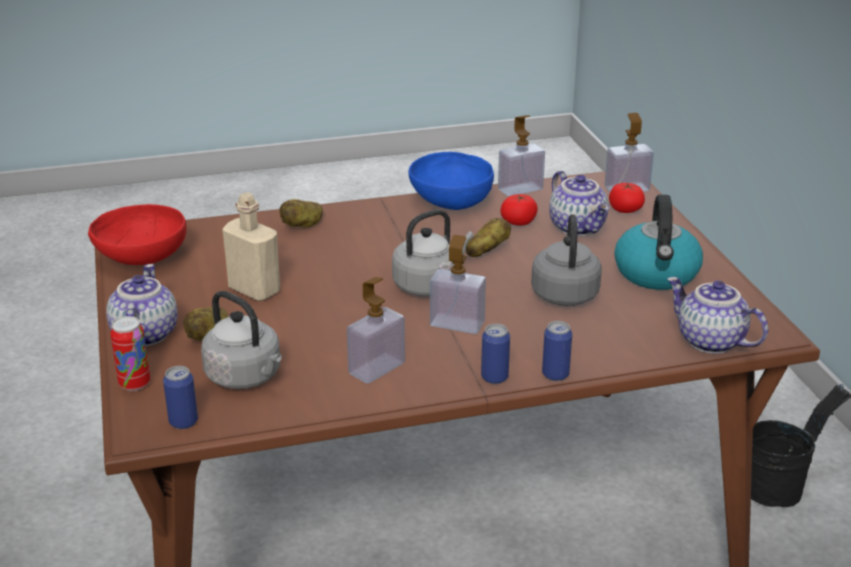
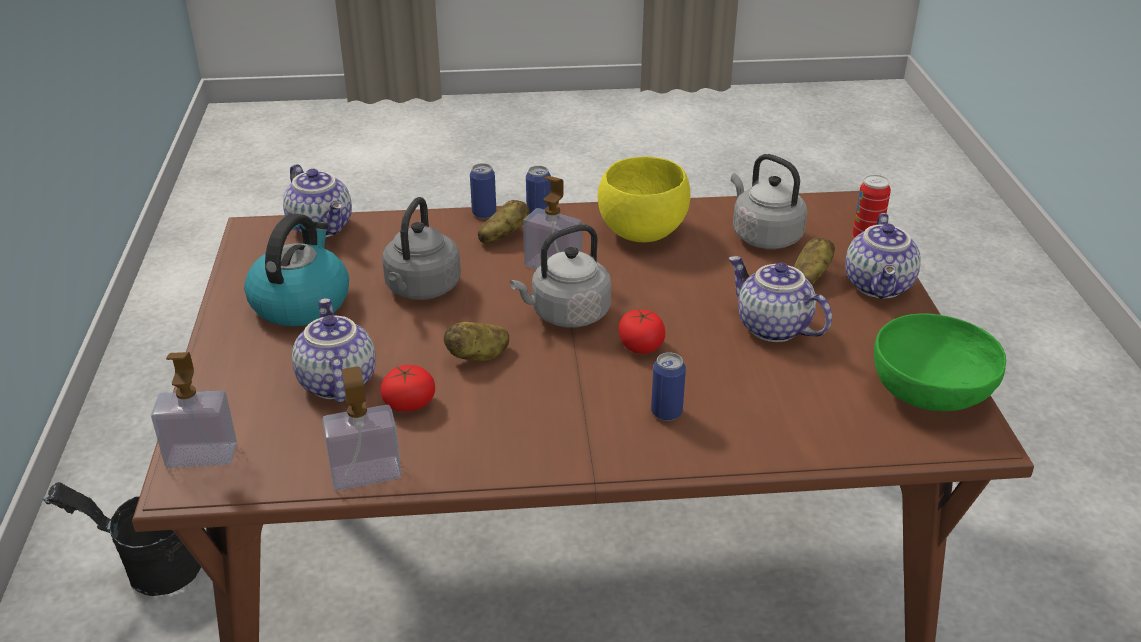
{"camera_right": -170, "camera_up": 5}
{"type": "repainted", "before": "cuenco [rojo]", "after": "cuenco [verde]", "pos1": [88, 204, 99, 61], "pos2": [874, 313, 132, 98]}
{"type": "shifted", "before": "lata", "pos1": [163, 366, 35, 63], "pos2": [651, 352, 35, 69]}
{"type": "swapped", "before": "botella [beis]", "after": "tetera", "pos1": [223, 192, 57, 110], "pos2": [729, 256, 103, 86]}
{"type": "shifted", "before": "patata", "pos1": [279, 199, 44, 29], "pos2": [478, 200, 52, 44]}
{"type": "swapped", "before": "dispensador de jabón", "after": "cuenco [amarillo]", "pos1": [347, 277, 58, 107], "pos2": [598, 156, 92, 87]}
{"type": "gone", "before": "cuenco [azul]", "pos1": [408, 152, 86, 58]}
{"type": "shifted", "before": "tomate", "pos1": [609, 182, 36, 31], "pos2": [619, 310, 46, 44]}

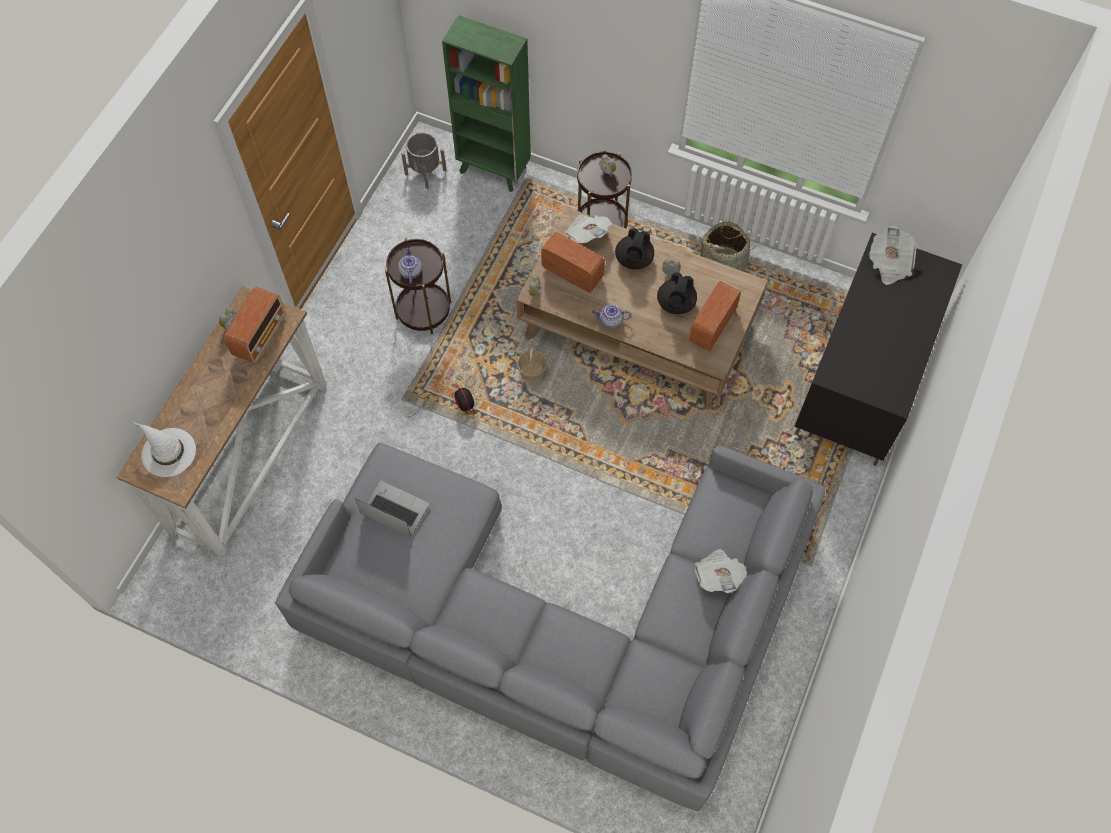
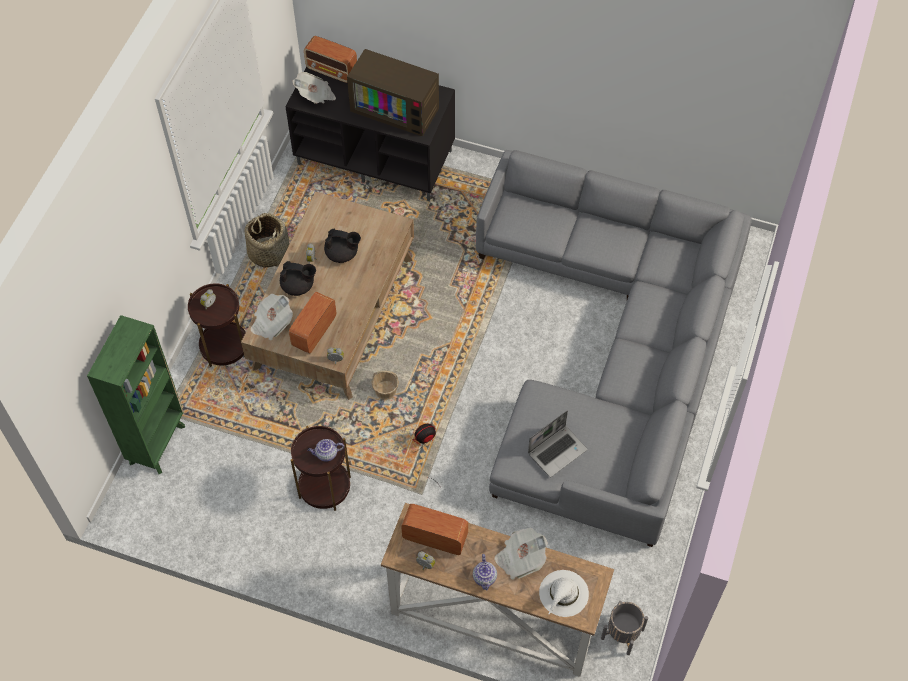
{"camera_right": -95, "camera_up": -5}
{"type": "rotated", "before": "portátil", "pos1": [355, 481, 74, 56], "pos2": [528, 411, 59, 66], "turn": -150}
{"type": "shifted", "before": "maceta [gris]", "pos1": [401, 132, 45, 57], "pos2": [601, 601, 47, 54]}
{"type": "shifted", "before": "tetera", "pos1": [592, 304, 39, 24], "pos2": [473, 554, 24, 37]}
{"type": "shifted", "before": "radio", "pos1": [689, 281, 52, 70], "pos2": [304, 36, 53, 47]}
{"type": "shifted", "before": "periódico", "pos1": [694, 549, 53, 44], "pos2": [494, 528, 54, 52]}
{"type": "new", "after": "televisor", "pos2": [347, 49, 92, 88]}

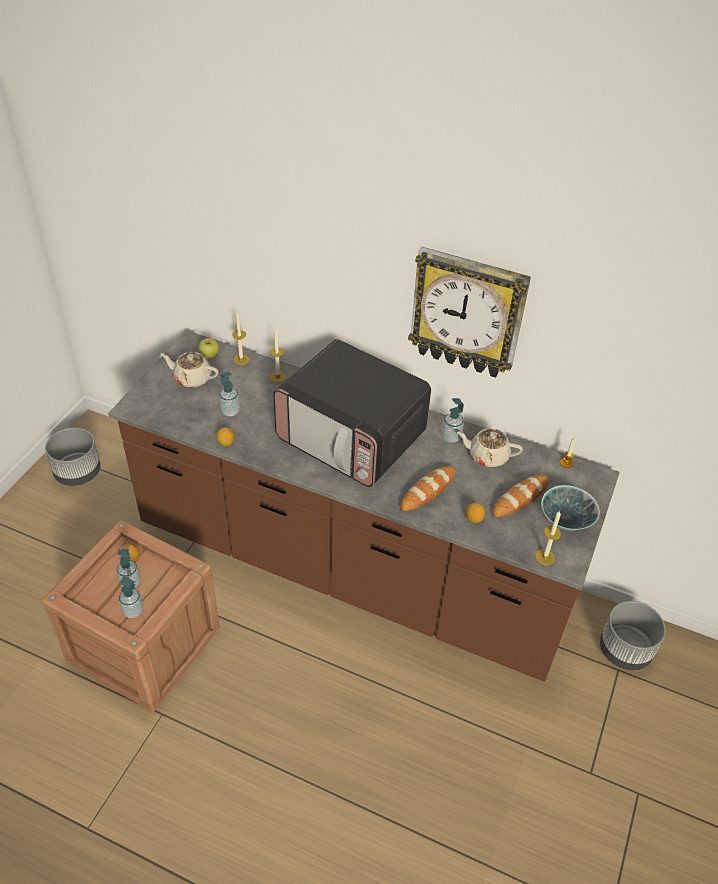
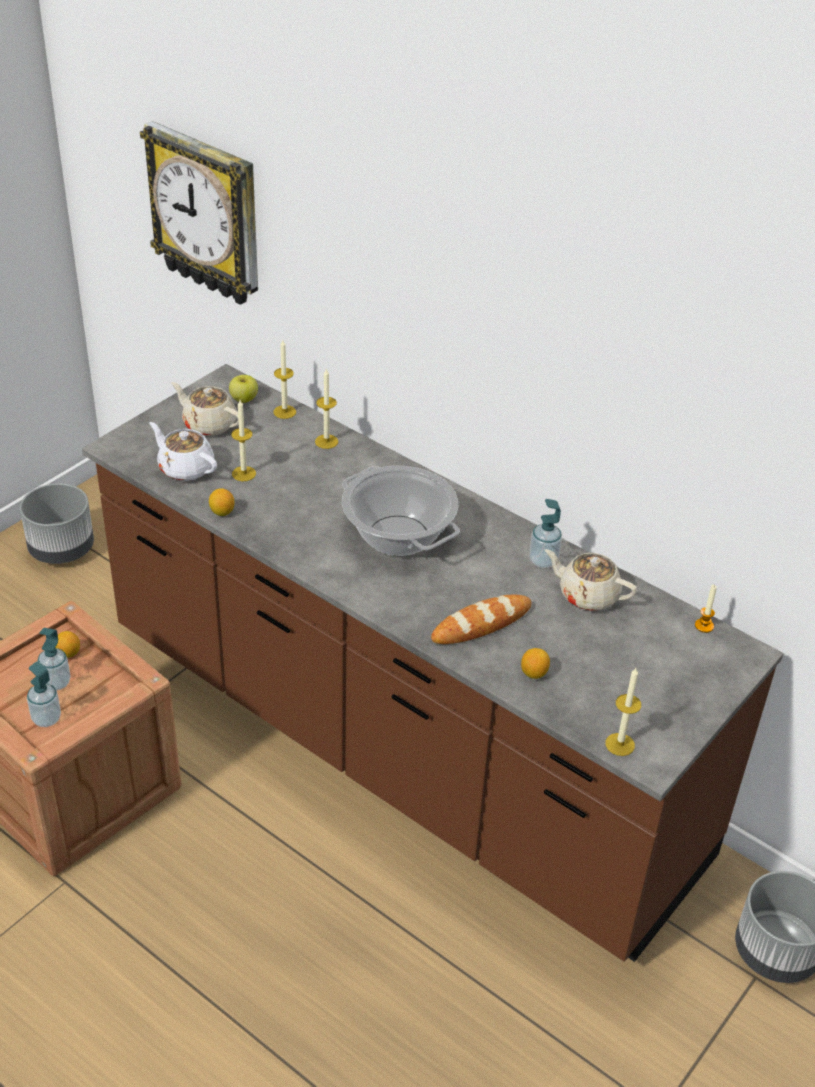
{"camera_right": 15, "camera_up": -5}
{"type": "swapped", "before": "dispensador de jabón", "after": "vela", "pos1": [219, 372, 21, 44], "pos2": [231, 400, 25, 81]}
{"type": "swapped", "before": "microondas", "after": "olla", "pos1": [273, 339, 158, 148], "pos2": [342, 466, 118, 90]}
{"type": "shifted", "before": "reloj de pared", "pos1": [408, 247, 123, 131], "pos2": [140, 121, 118, 184]}
{"type": "gone", "before": "pan", "pos1": [492, 475, 57, 42]}
{"type": "gone", "before": "cuenco", "pos1": [541, 485, 59, 46]}
{"type": "new", "after": "tetera [blanco]", "pos2": [149, 422, 68, 59]}

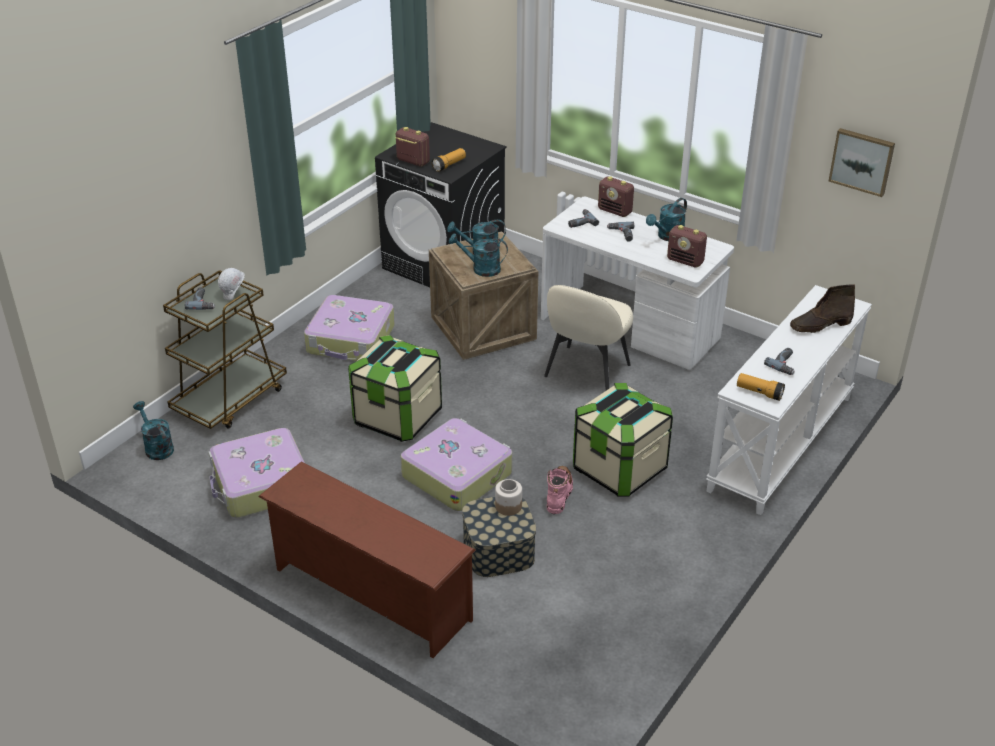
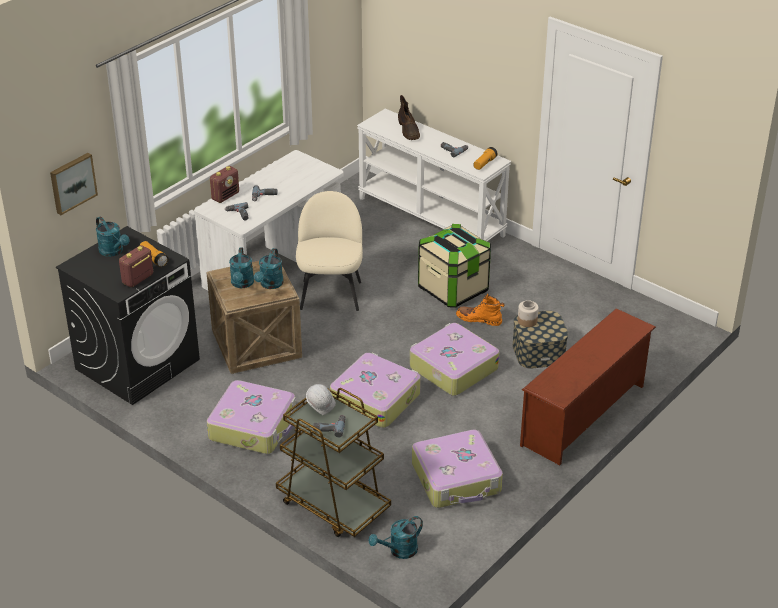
{"camera_right": -85, "camera_up": 0}
{"type": "swapped", "before": "caja de almacenaje", "after": "maleta", "pos1": [348, 335, 94, 107], "pos2": [330, 353, 91, 75]}
{"type": "rotated", "before": "silla [beis]", "pos1": [544, 285, 89, 105], "pos2": [296, 191, 67, 120], "turn": -120}
{"type": "repainted", "before": "bota [rosa]", "after": "bota [naranja]", "pos1": [546, 466, 27, 48], "pos2": [456, 294, 49, 32]}
{"type": "shifted", "before": "regadera [turquesa]", "pos1": [646, 198, 41, 43], "pos2": [96, 216, 34, 41]}
{"type": "gone", "before": "radio", "pos1": [667, 225, 40, 43]}
{"type": "shifted", "before": "cuadro", "pos1": [828, 128, 67, 69], "pos2": [50, 153, 48, 62]}

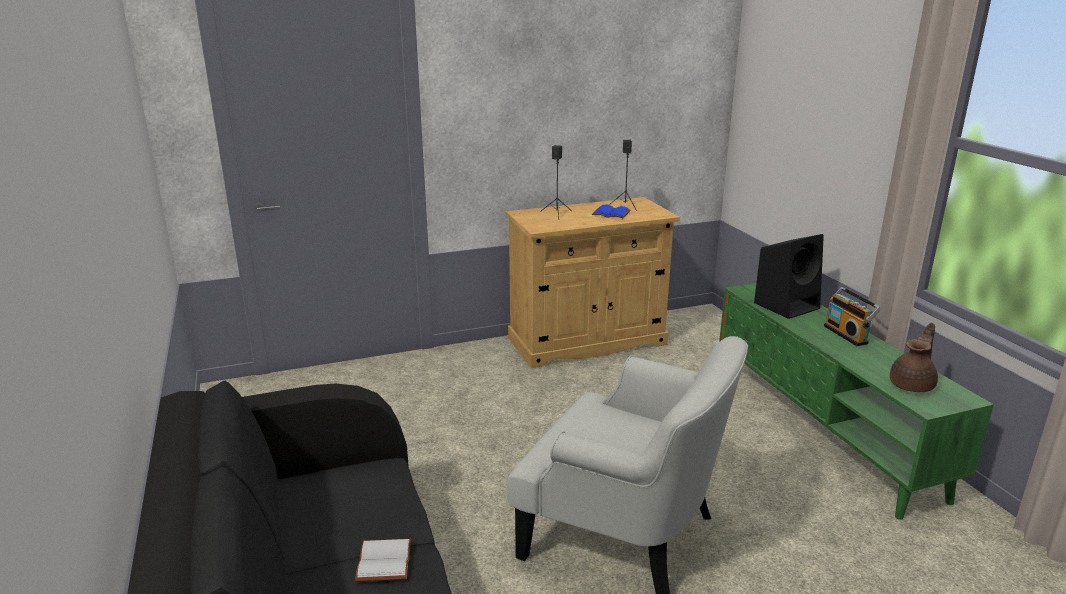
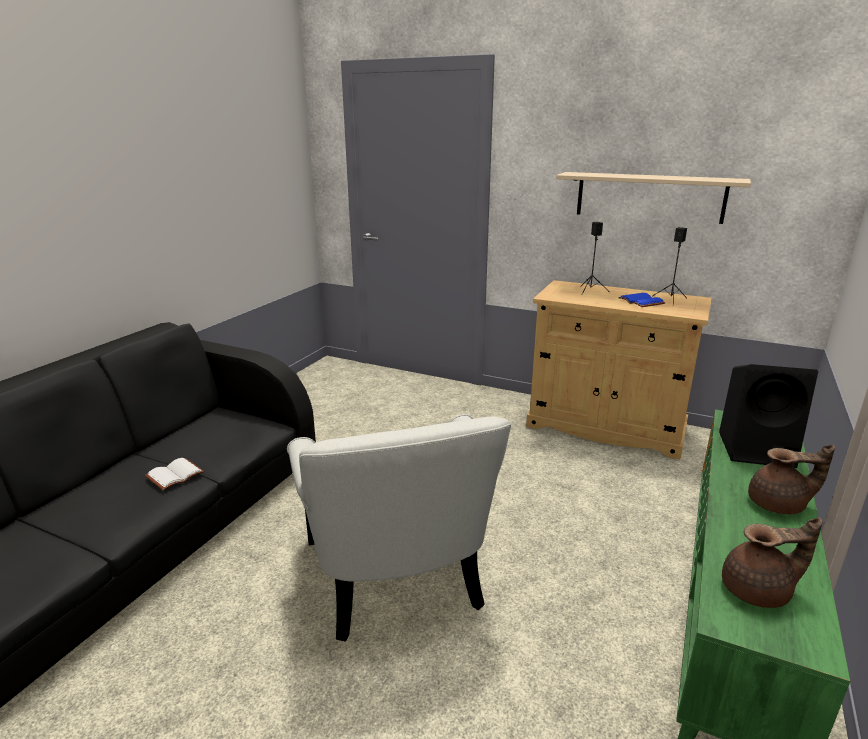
{"camera_right": 45, "camera_up": 0}
{"type": "swapped", "before": "radio", "after": "tetera [marrón]", "pos1": [824, 287, 57, 59], "pos2": [748, 444, 87, 70]}
{"type": "new", "after": "estante [beis]", "pos2": [556, 172, 195, 52]}

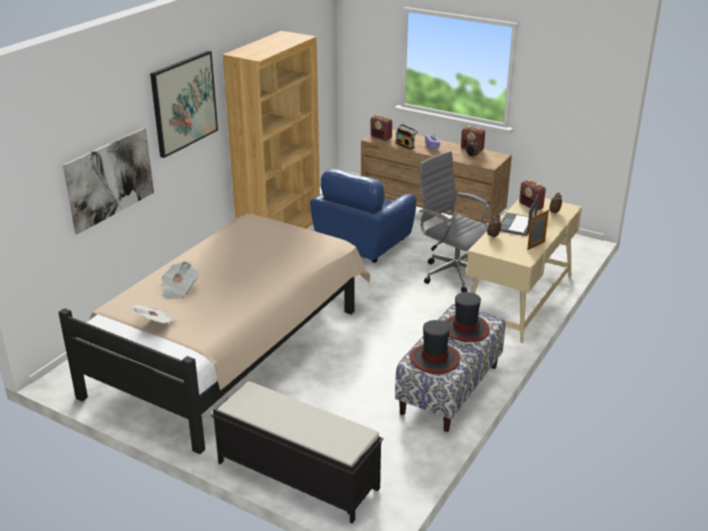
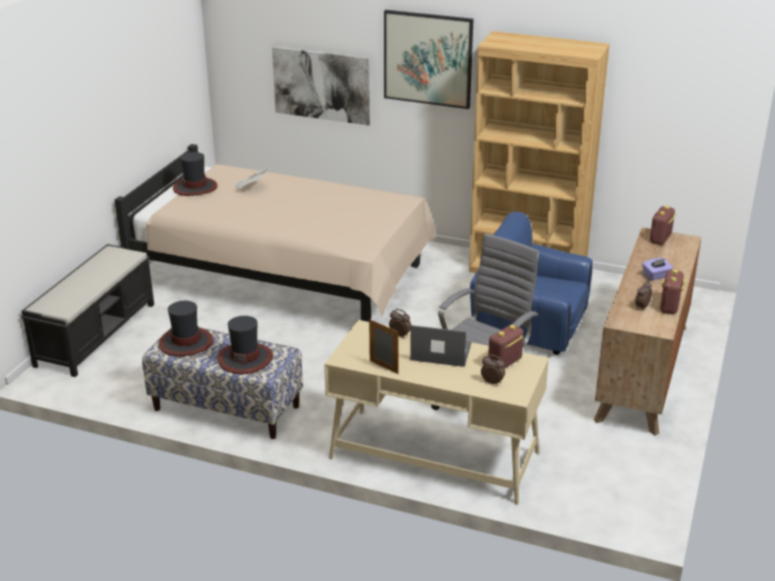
{"camera_right": 80, "camera_up": 0}
{"type": "swapped", "before": "periódico", "after": "sombrero", "pos1": [131, 304, 47, 19], "pos2": [173, 152, 44, 44]}
{"type": "gone", "before": "radio", "pos1": [395, 124, 23, 26]}

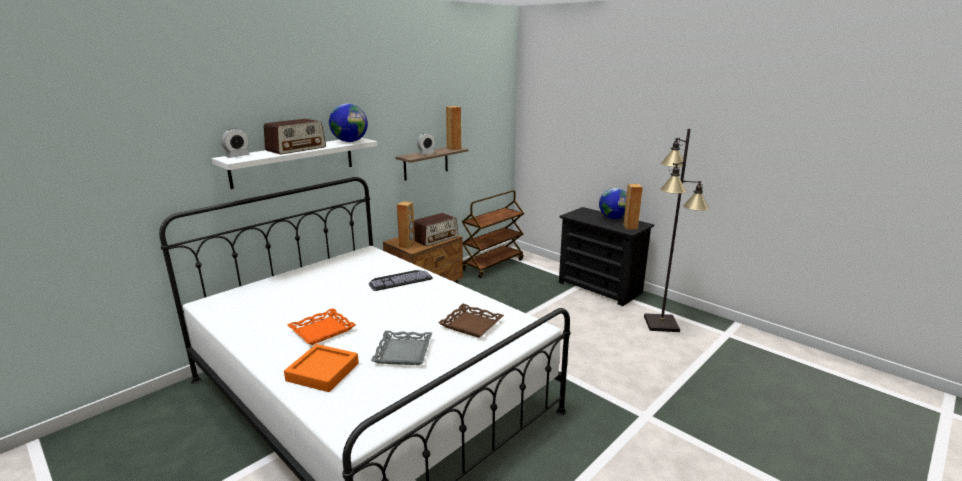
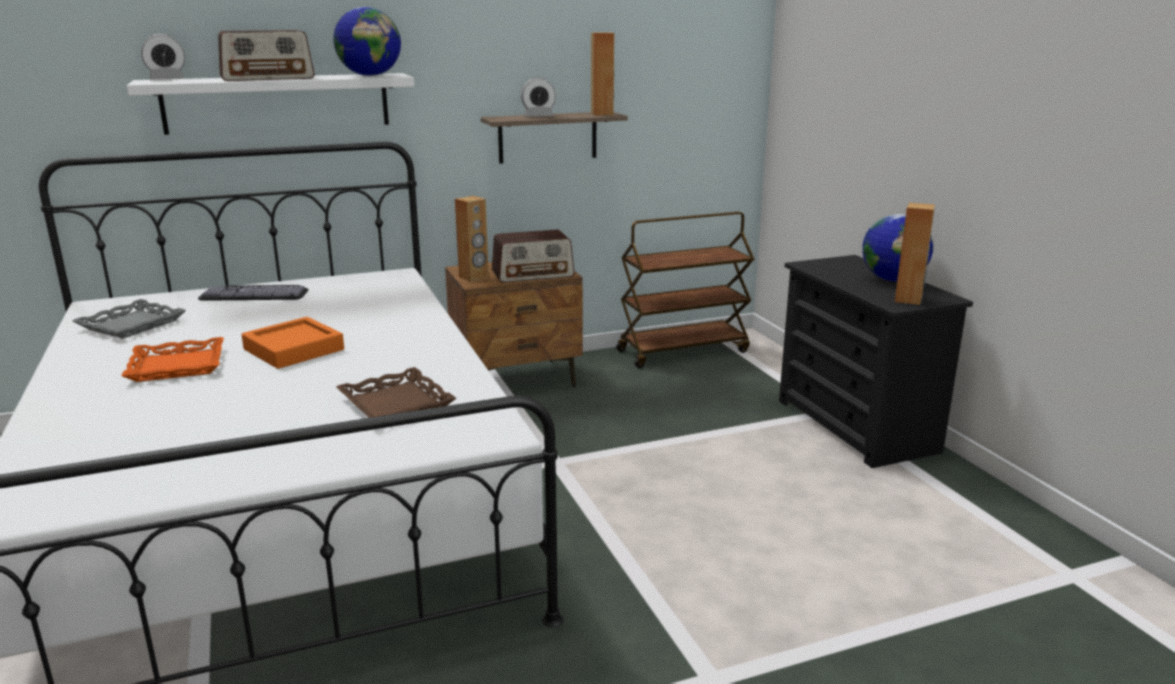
{"camera_right": 25, "camera_up": 0}
{"type": "shifted", "before": "bandeja [naranja]", "pos1": [284, 344, 75, 48], "pos2": [241, 317, 103, 52]}
{"type": "shifted", "before": "teclado", "pos1": [369, 270, 64, 21], "pos2": [198, 285, 111, 16]}
{"type": "shifted", "before": "bandeja [gris]", "pos1": [371, 331, 61, 34], "pos2": [73, 299, 113, 40]}
{"type": "gone", "before": "lámpara de pie [negro]", "pos1": [644, 129, 65, 203]}

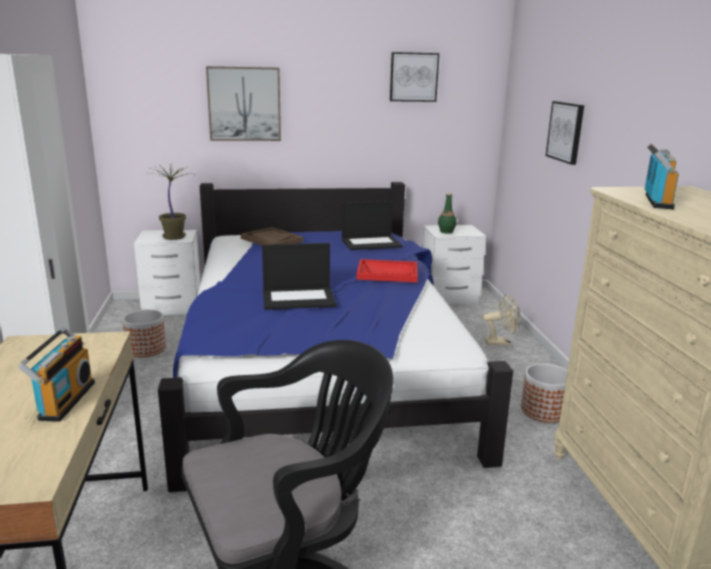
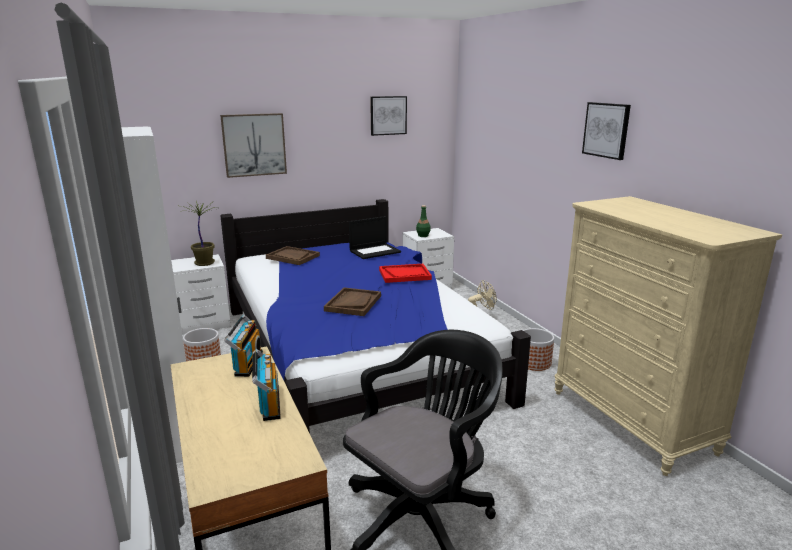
{"camera_right": -15, "camera_up": 0}
{"type": "swapped", "before": "portátil", "after": "bandeja [marrón]", "pos1": [262, 243, 74, 67], "pos2": [324, 287, 57, 29]}
{"type": "shifted", "before": "cuadro", "pos1": [546, 101, 38, 64], "pos2": [582, 102, 49, 58]}
{"type": "shifted", "before": "radio", "pos1": [645, 144, 34, 65], "pos2": [224, 315, 39, 62]}

